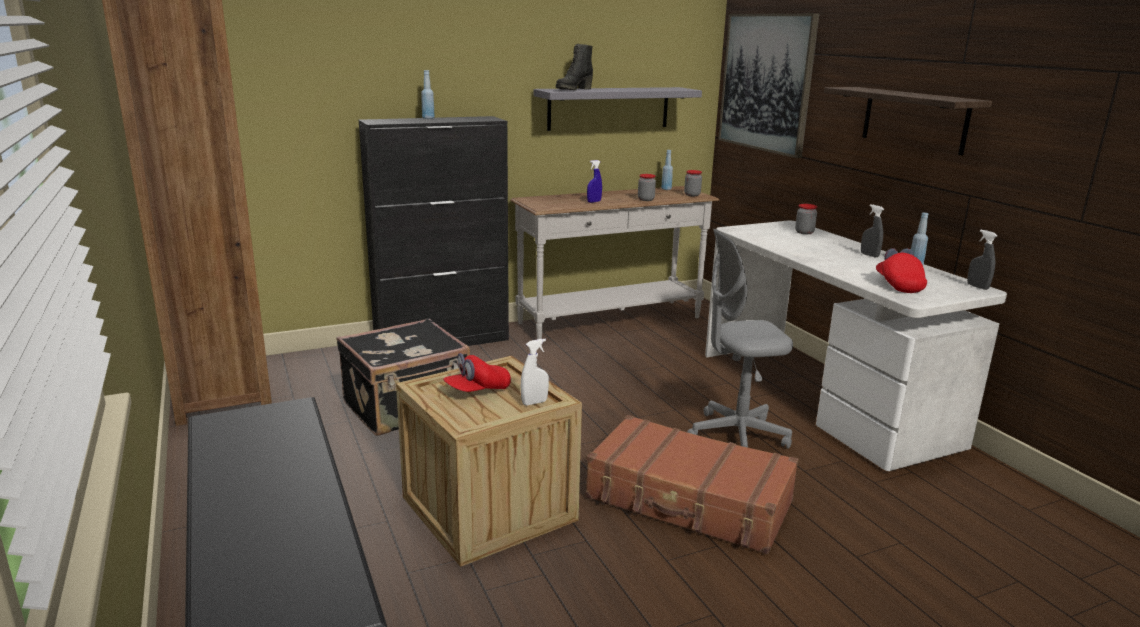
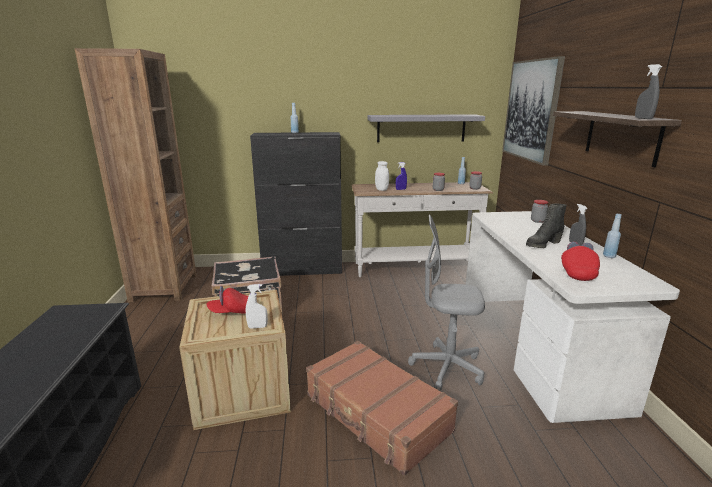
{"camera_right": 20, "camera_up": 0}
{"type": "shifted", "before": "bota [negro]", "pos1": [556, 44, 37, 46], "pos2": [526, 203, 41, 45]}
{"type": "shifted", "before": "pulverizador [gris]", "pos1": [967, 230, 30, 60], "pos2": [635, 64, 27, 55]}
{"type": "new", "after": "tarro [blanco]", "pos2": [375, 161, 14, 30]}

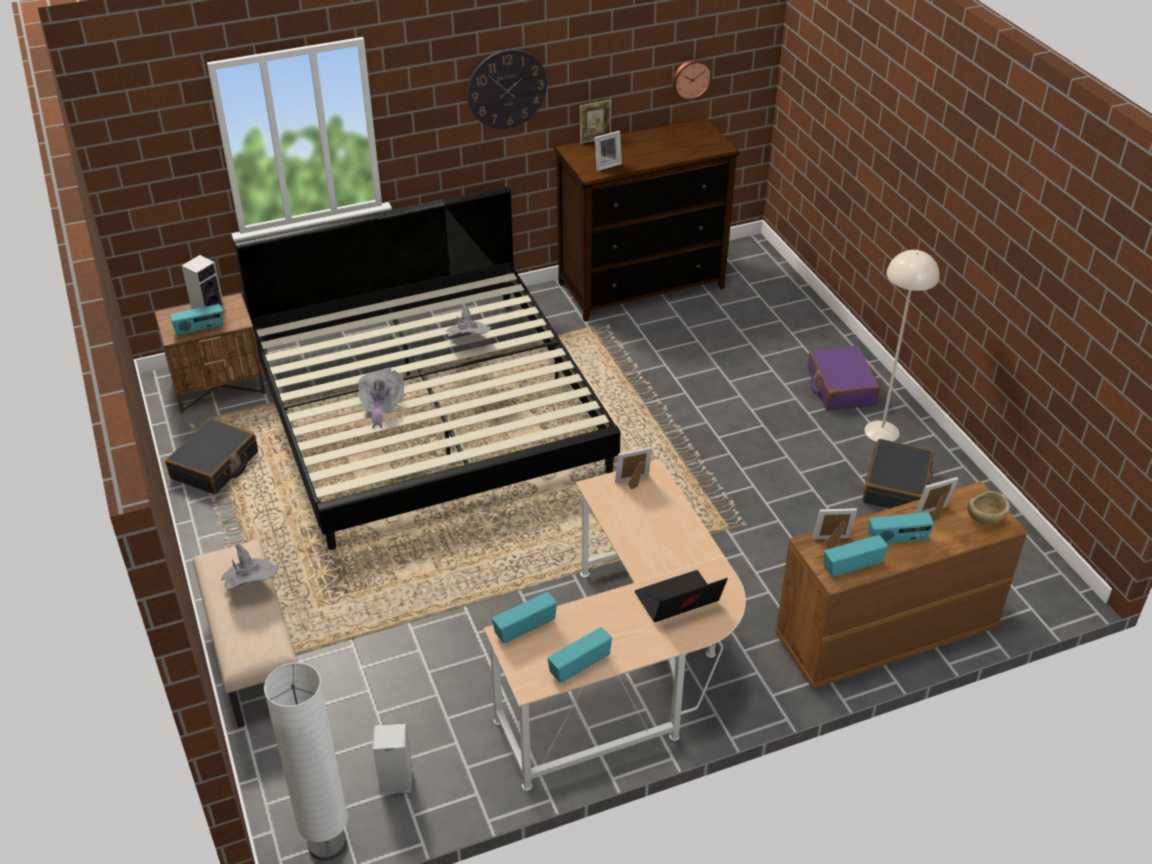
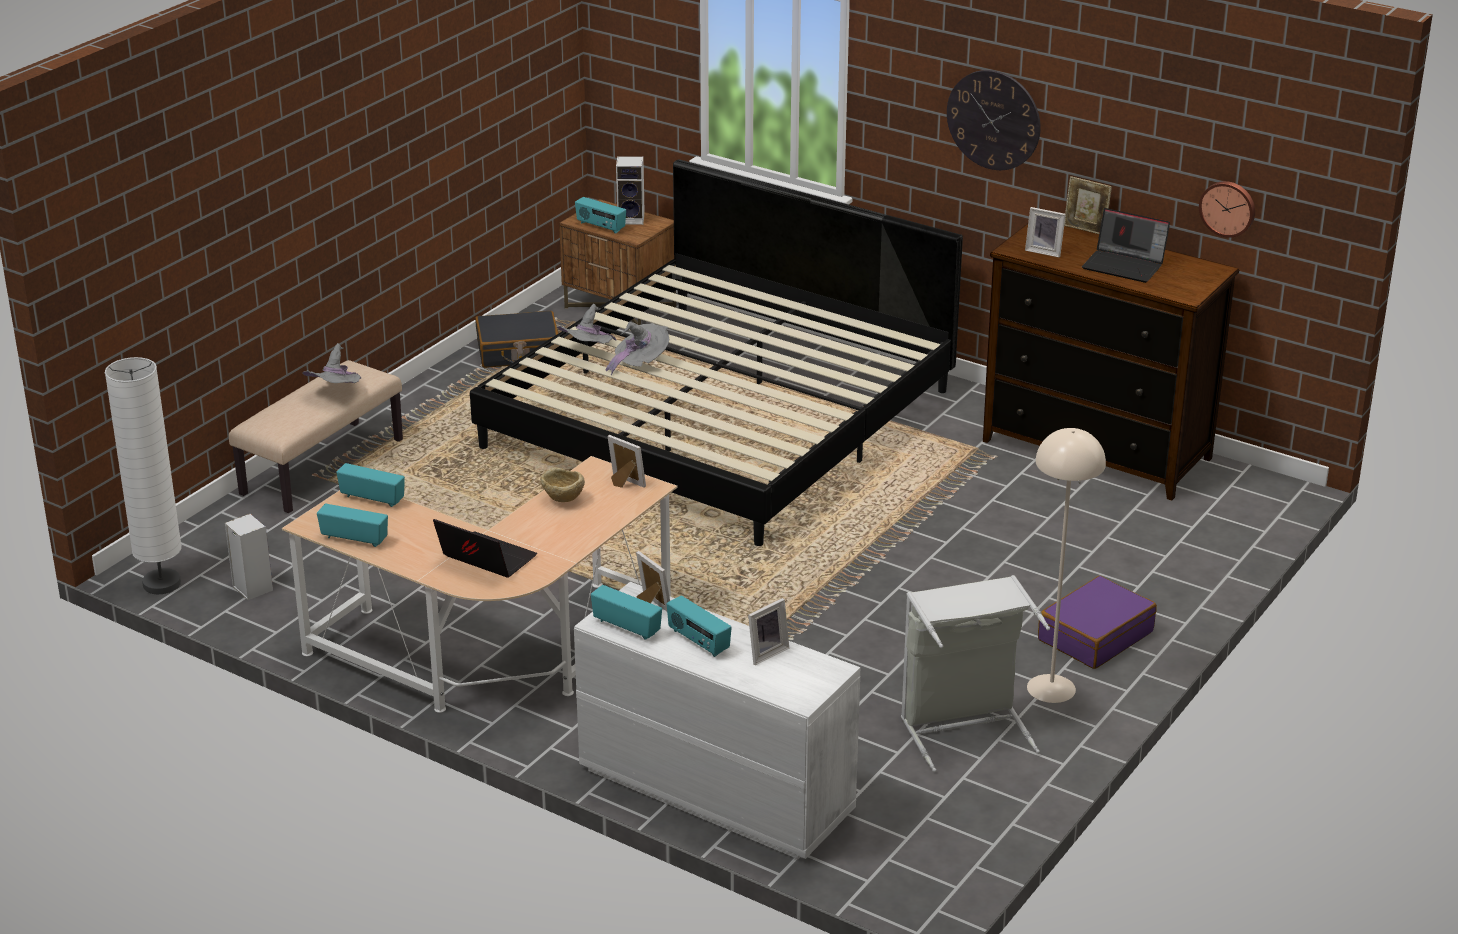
{"camera_right": 55, "camera_up": -10}
{"type": "shifted", "before": "sombrero [gris]", "pos1": [446, 303, 45, 34], "pos2": [557, 304, 60, 40]}
{"type": "repainted", "before": "cómoda [marrón]", "after": "cómoda [blanco]", "pos1": [775, 481, 253, 207], "pos2": [574, 582, 286, 277]}
{"type": "swapped", "before": "maleta [negro]", "after": "cesto de la ropa [gris]", "pos1": [863, 439, 71, 70], "pos2": [901, 575, 149, 197]}
{"type": "rotated", "before": "portarretratos", "pos1": [915, 477, 43, 45], "pos2": [748, 598, 41, 67], "turn": 105}
{"type": "shifted", "before": "cuenco [beis]", "pos1": [967, 491, 43, 33], "pos2": [540, 468, 45, 34]}
{"type": "new", "after": "portátil", "pos2": [1082, 208, 88, 75]}

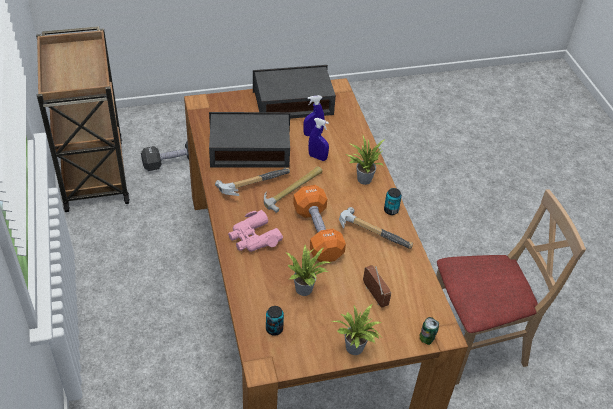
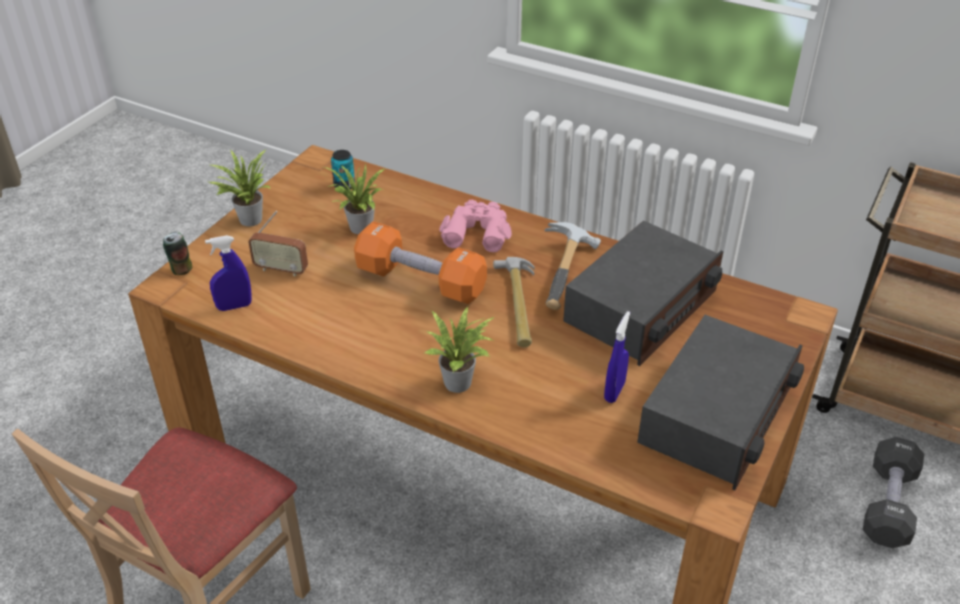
{"camera_right": 135, "camera_up": -5}
{"type": "shifted", "before": "pulverizador [azul]", "pos1": [308, 118, 21, 43], "pos2": [205, 235, 47, 76]}
{"type": "gone", "before": "martillo", "pos1": [339, 207, 74, 42]}
{"type": "gone", "before": "lata", "pos1": [384, 188, 18, 27]}

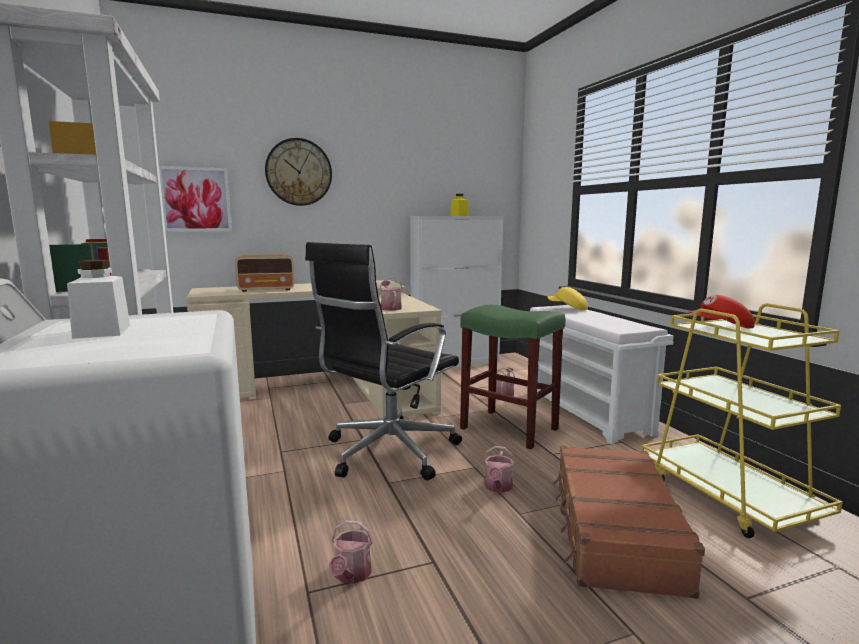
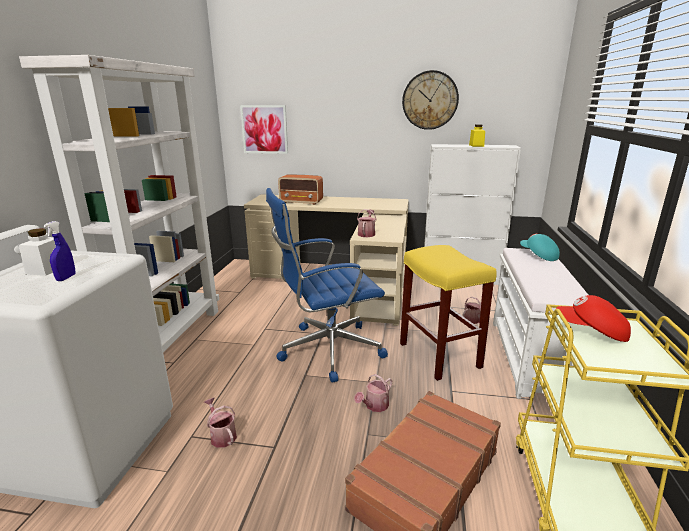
{"camera_right": 30, "camera_up": 10}
{"type": "shifted", "before": "reloj de pared", "pos1": [265, 138, 67, 68], "pos2": [402, 70, 57, 60]}
{"type": "repainted", "before": "silla de oficina [negro]", "after": "silla de oficina [azul]", "pos1": [305, 242, 157, 238], "pos2": [266, 188, 122, 194]}
{"type": "rotated", "before": "regadera", "pos1": [329, 520, 44, 64], "pos2": [204, 398, 33, 50], "turn": 105}
{"type": "repainted", "before": "taburete [verde]", "after": "taburete [amarillo]", "pos1": [460, 305, 106, 144], "pos2": [400, 245, 97, 136]}
{"type": "repainted", "before": "gorra [amarillo]", "after": "gorra [turquesa]", "pos1": [547, 287, 41, 23], "pos2": [520, 233, 40, 28]}
{"type": "new", "after": "pulverizador [azul]", "pos2": [43, 221, 33, 60]}

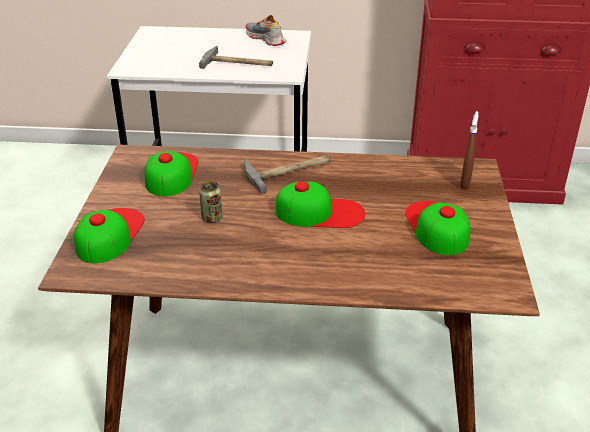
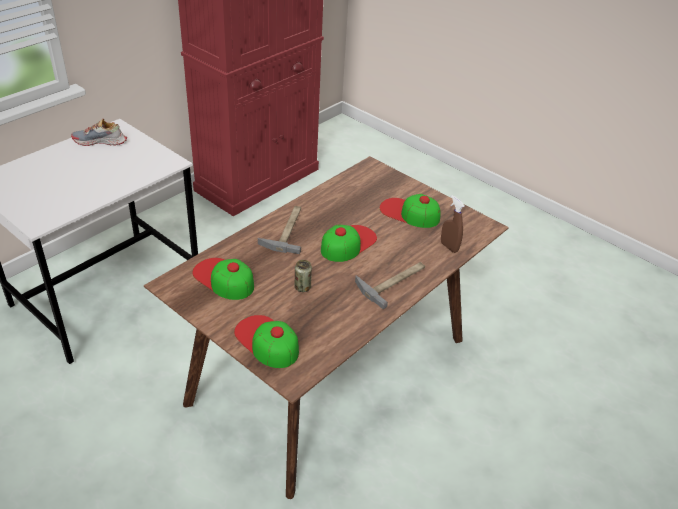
{"camera_right": -55, "camera_up": 5}
{"type": "shifted", "before": "martillo", "pos1": [199, 46, 74, 23], "pos2": [355, 262, 70, 47]}
{"type": "shifted", "before": "pulverizador [marrón]", "pos1": [460, 111, 19, 78], "pos2": [441, 195, 24, 58]}

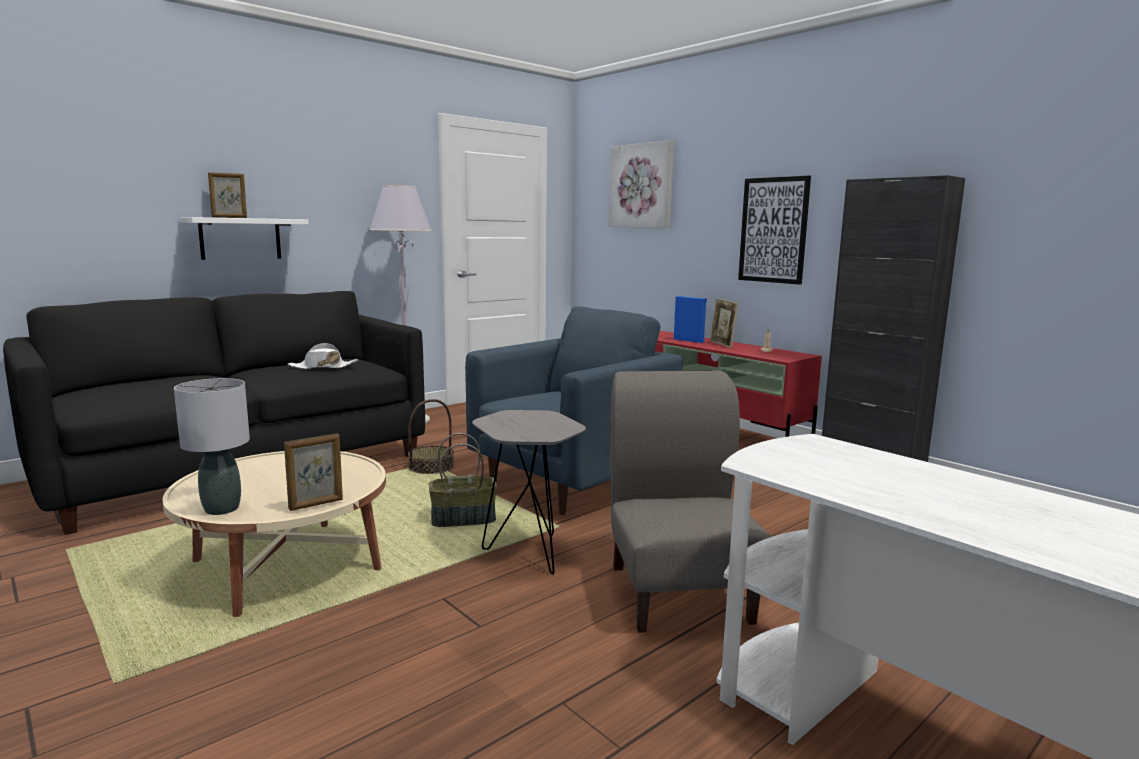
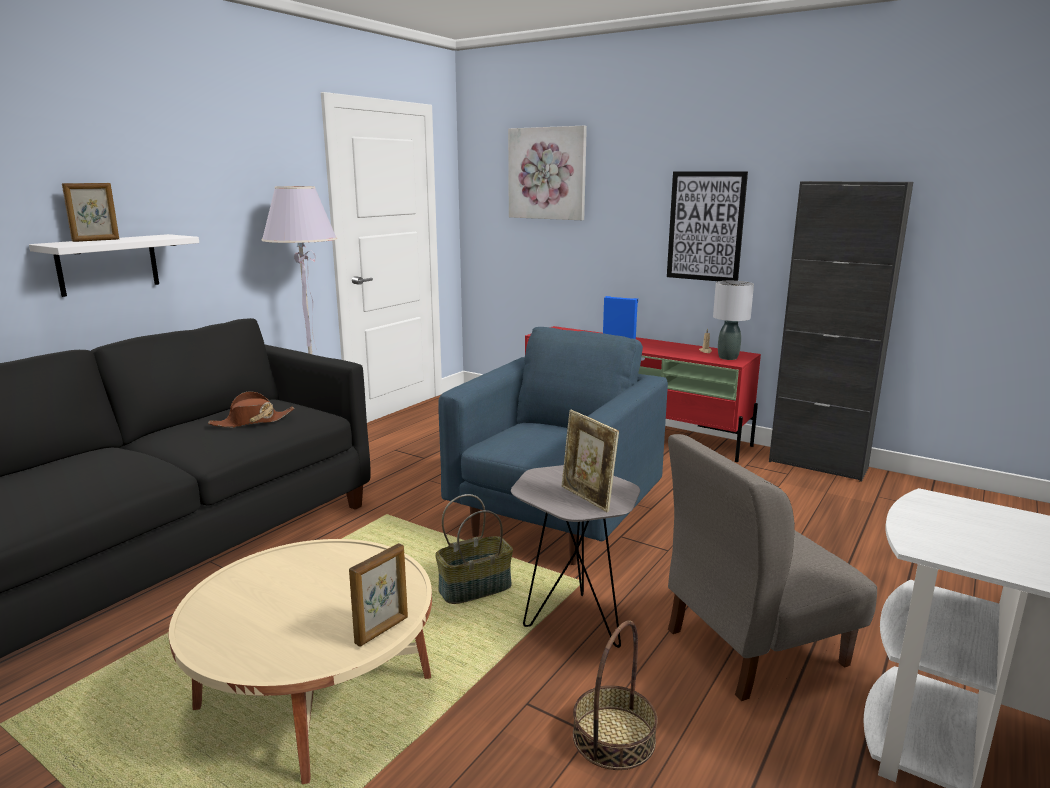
{"camera_right": -15, "camera_up": 5}
{"type": "shifted", "before": "lámpara de mesa [gris]", "pos1": [174, 378, 76, 137], "pos2": [713, 281, 41, 79]}
{"type": "repainted", "before": "sombrero [blanco]", "after": "sombrero [marrón]", "pos1": [287, 343, 72, 26], "pos2": [208, 391, 87, 37]}
{"type": "shifted", "before": "cesta", "pos1": [408, 399, 46, 75], "pos2": [573, 621, 85, 149]}
{"type": "rotated", "before": "silla [gris]", "pos1": [610, 370, 162, 263], "pos2": [668, 434, 209, 267], "turn": -90}
{"type": "shifted", "before": "portarretratos", "pos1": [710, 298, 28, 50], "pos2": [562, 410, 57, 102]}

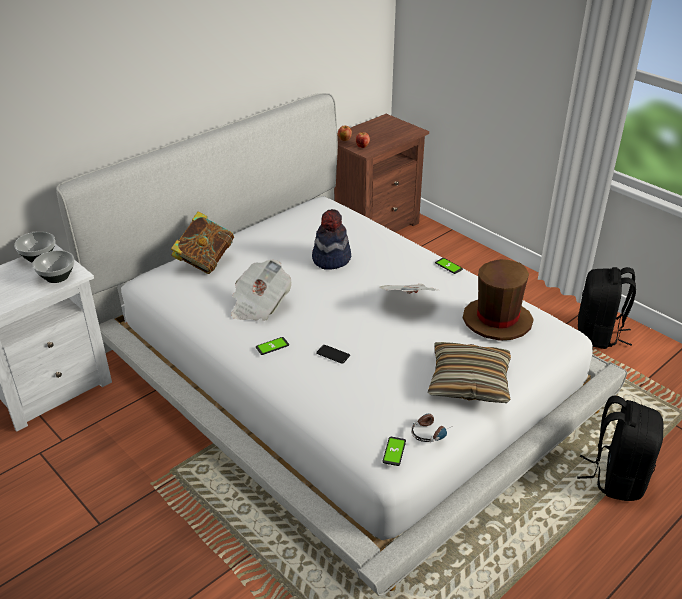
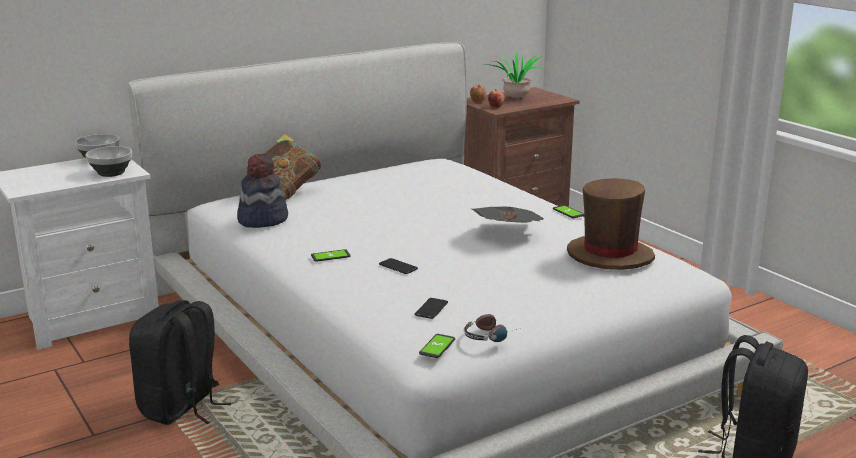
{"camera_right": 10, "camera_up": -15}
{"type": "gone", "before": "periódico", "pos1": [231, 260, 60, 61]}
{"type": "shifted", "before": "sombrero", "pos1": [312, 209, 39, 61], "pos2": [237, 154, 51, 74]}
{"type": "gone", "before": "cojín", "pos1": [428, 342, 83, 61]}
{"type": "shifted", "before": "mochila [negro]", "pos1": [578, 267, 58, 82], "pos2": [129, 300, 103, 125]}
{"type": "new", "after": "móvil", "pos2": [414, 298, 34, 21]}
{"type": "new", "after": "planta en maceta", "pos2": [484, 50, 60, 49]}

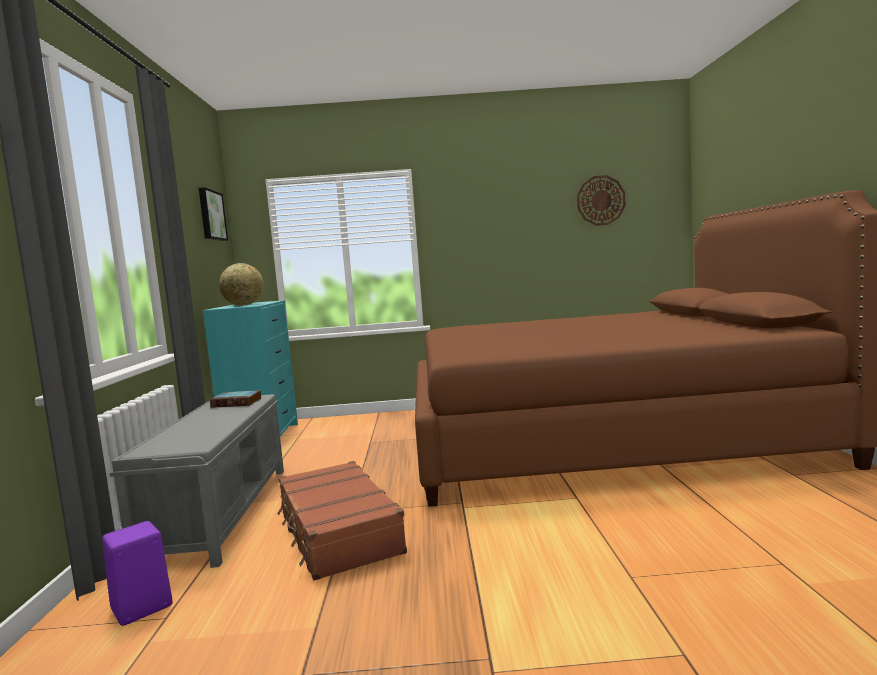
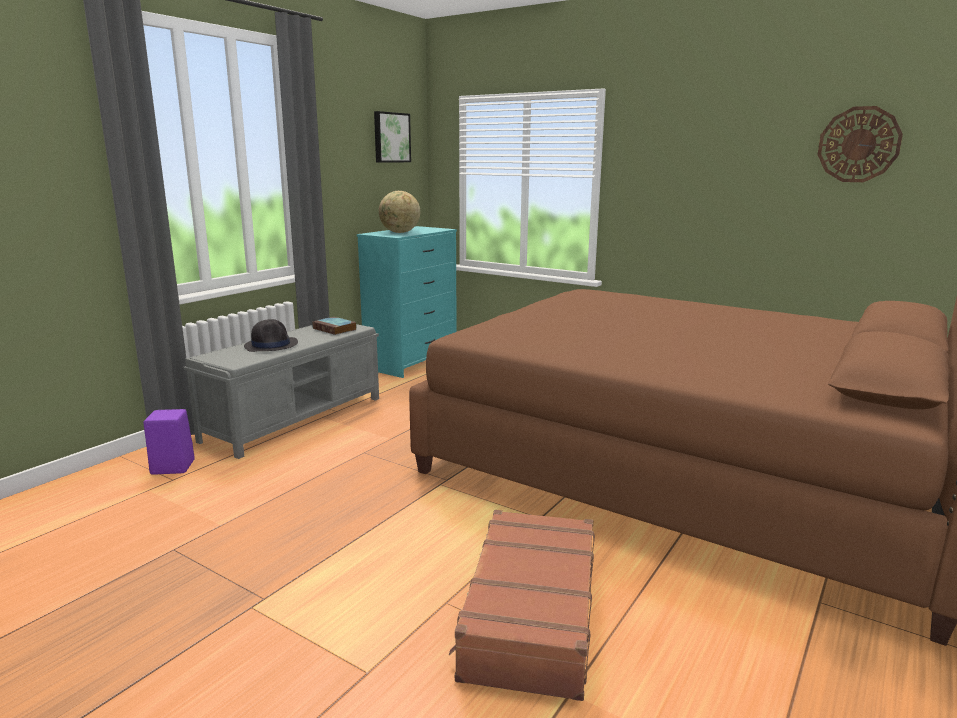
{"camera_right": 35, "camera_up": 10}
{"type": "shifted", "before": "maleta [marrón]", "pos1": [277, 461, 130, 120], "pos2": [449, 510, 146, 191]}
{"type": "new", "after": "sombrero [negro]", "pos2": [244, 319, 54, 33]}

